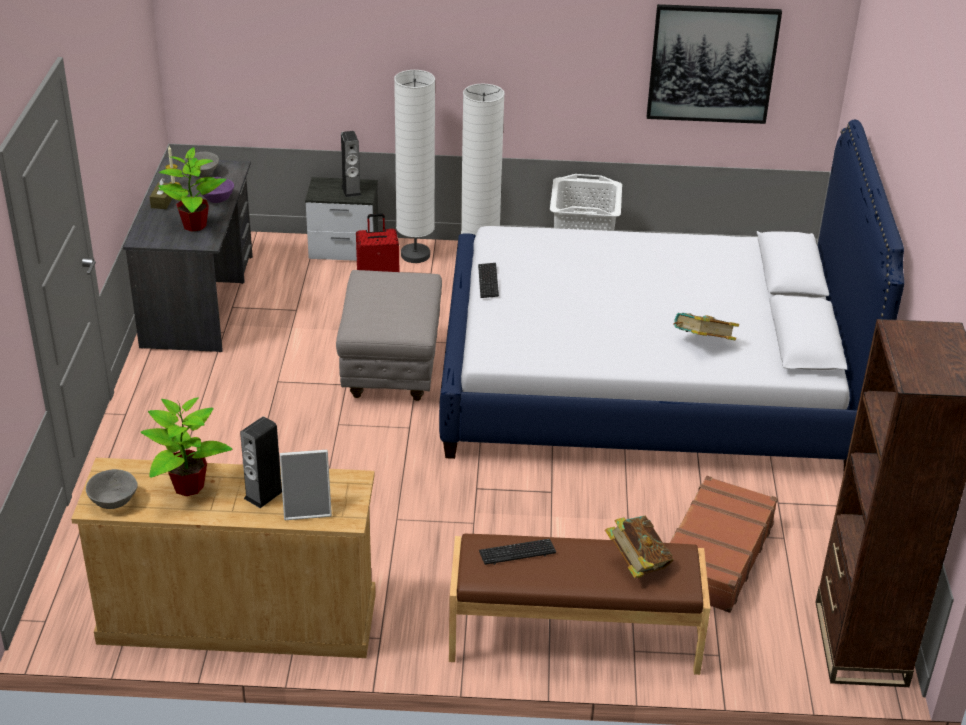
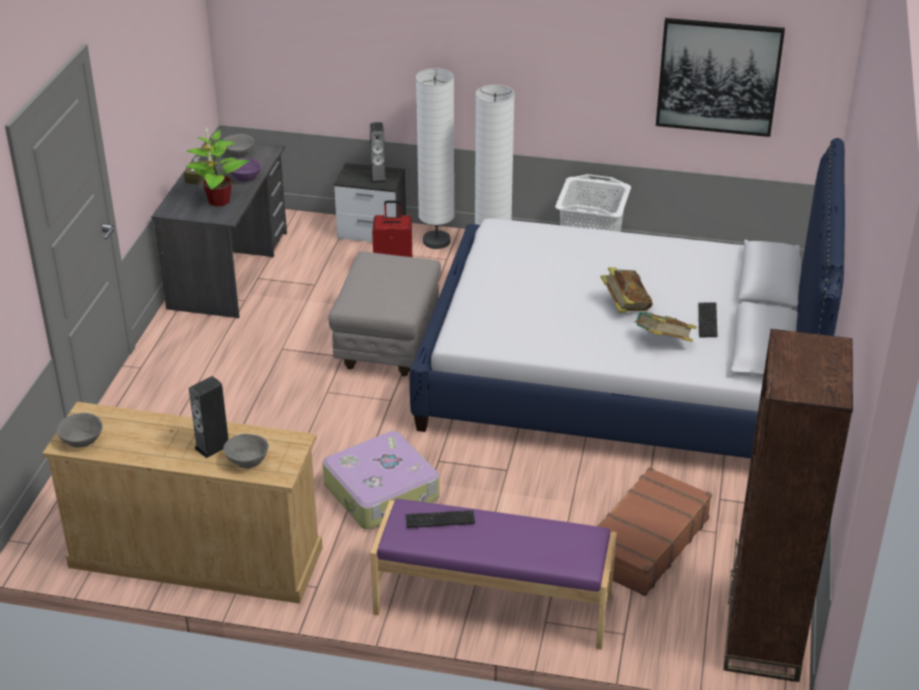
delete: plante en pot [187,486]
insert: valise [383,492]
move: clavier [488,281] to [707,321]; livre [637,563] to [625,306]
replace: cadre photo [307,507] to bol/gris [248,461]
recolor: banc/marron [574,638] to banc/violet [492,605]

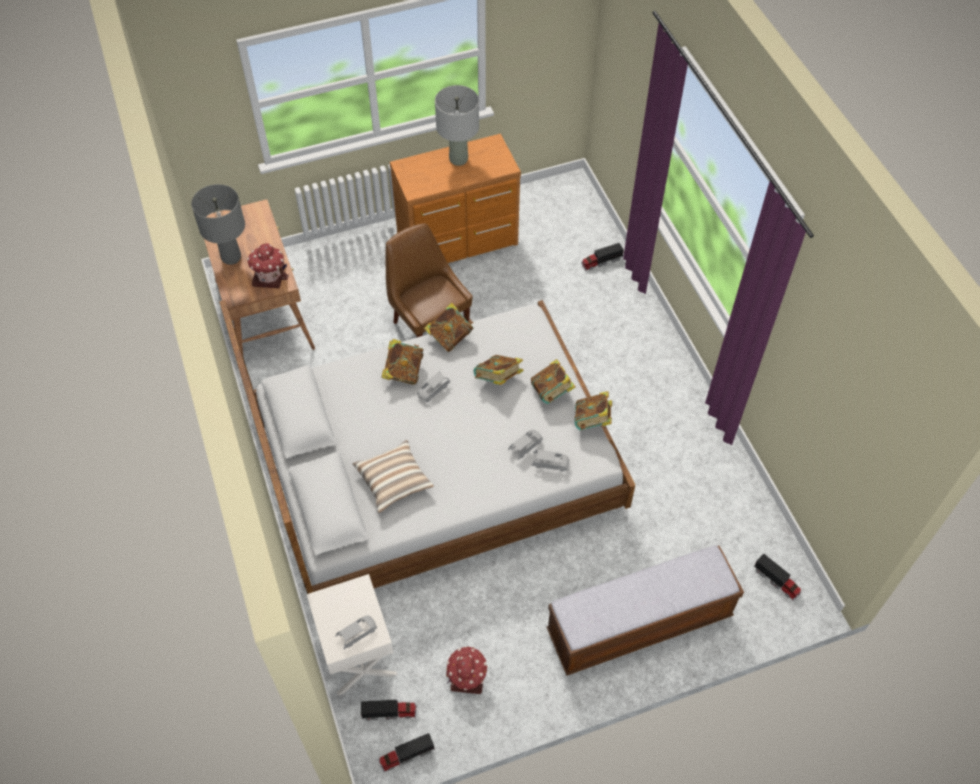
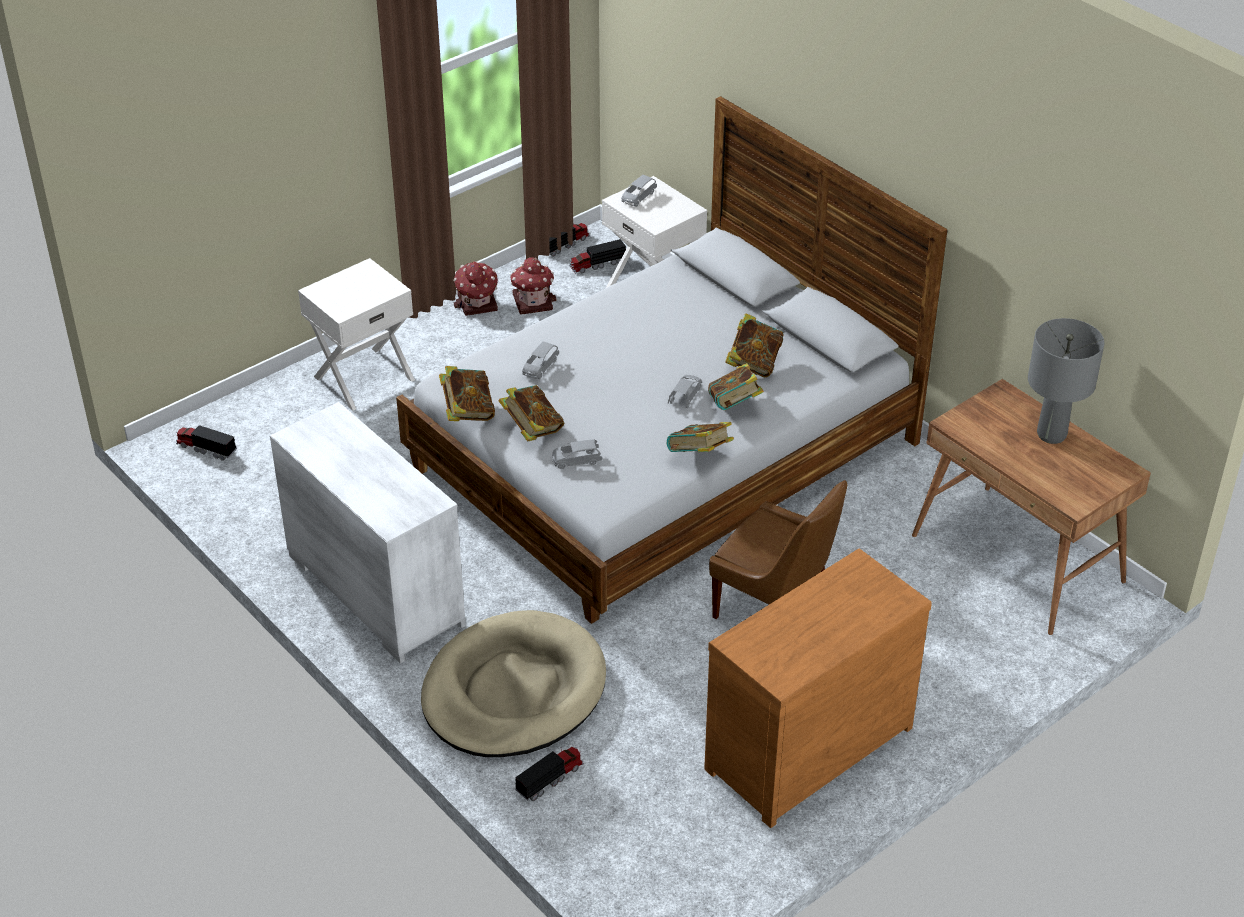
delete: lampe de table/gris [459,159]; coussin [394,481]
insert: commode/blanc [374,590]; panier pour chien/beige [513,691]
move: maison miniature [269,275] to [477,304]; livre [498,379] to [753,364]; petite voiture/gris [550,463] to [576,460]
replace: banc [638,624] to table de chevet/blanc [363,377]

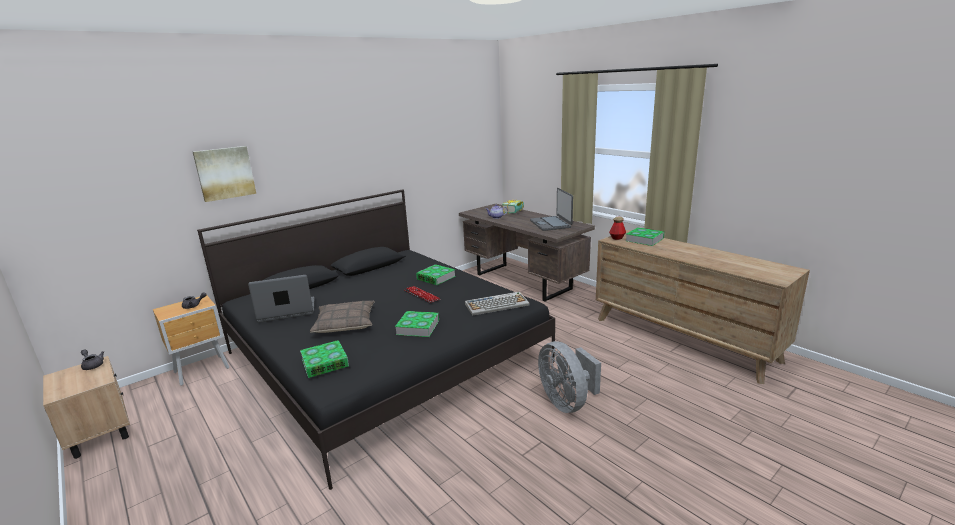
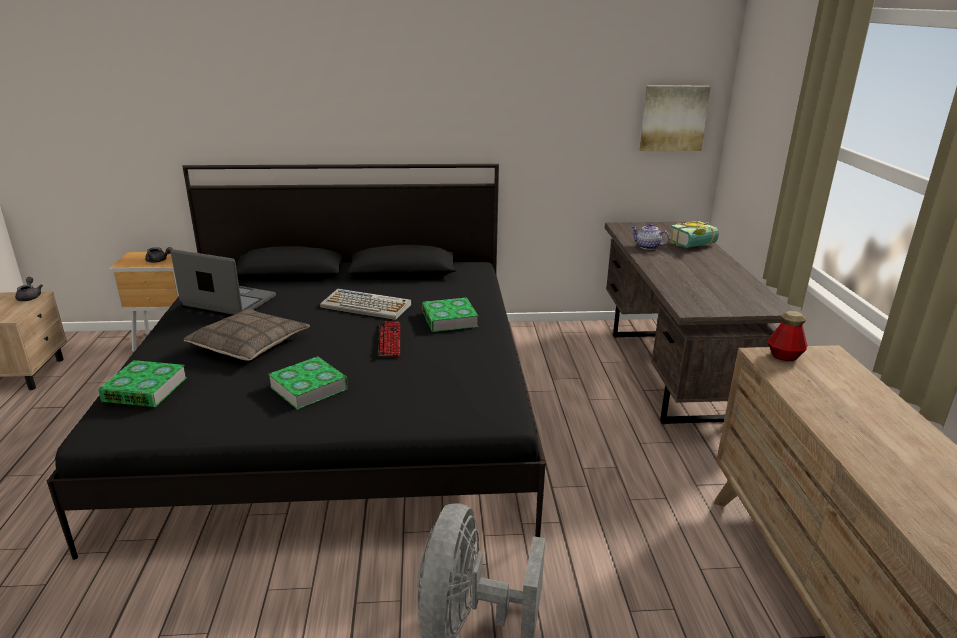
delete: ordinateur portable [551,224]; livre [644,239]
move: tableau [225,173] to [673,118]; clavier [497,304] to [367,306]

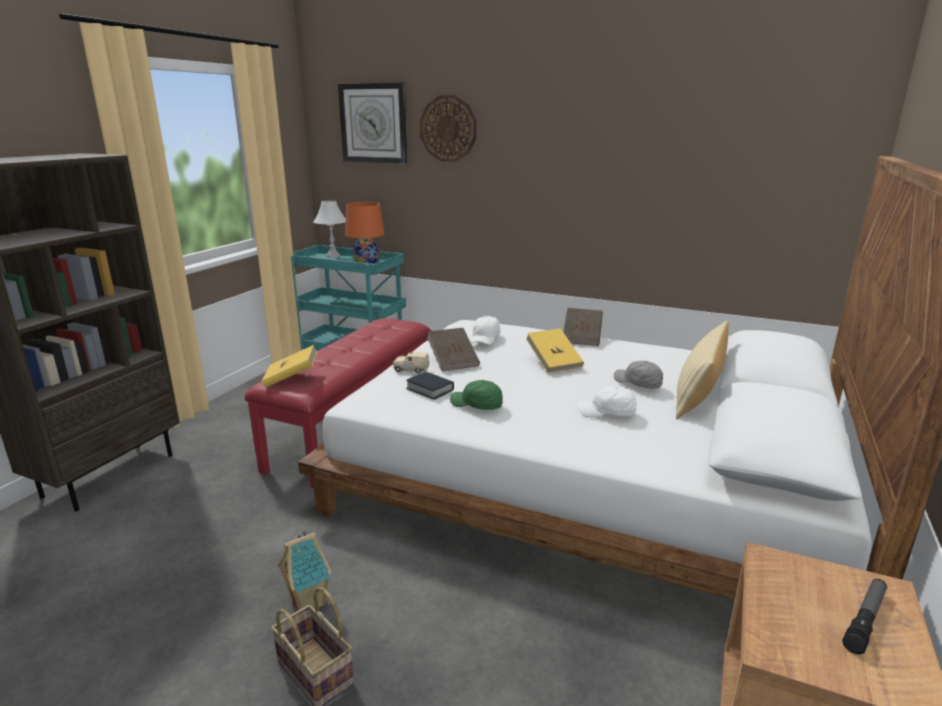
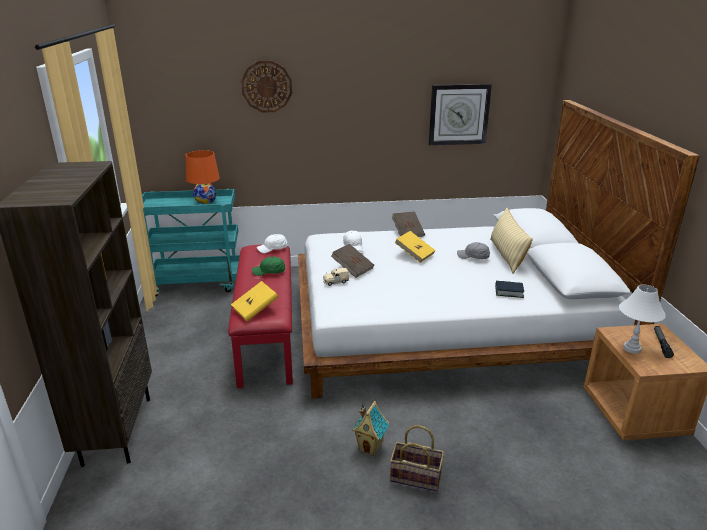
move: horloge murale [374,123] to [459,114]; lampe de table/blanc [333,256] to [632,348]; livre [430,389] to [509,292]; casquette/vert [477,405] to [269,272]; casquette/blanc [607,412] to [273,249]

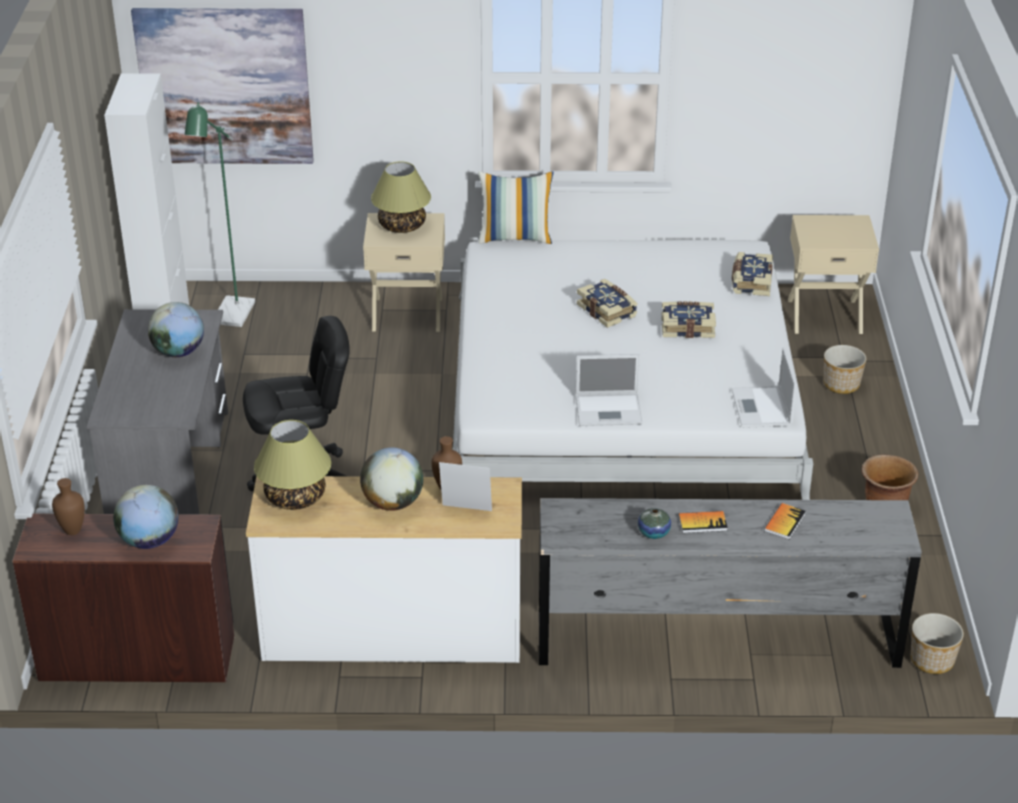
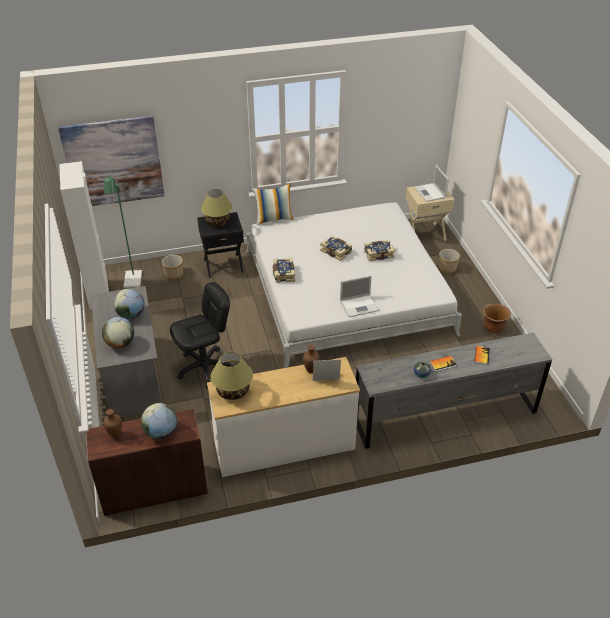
move: livre [751,282] to [283,274]; ordinateur portable [762,408] to [430,193]; globe [393,503] to [120,344]; cache-pot [931,660] to [173,274]
recolor: table de chevet/beige [407,313] to table de chevet/noir [223,265]

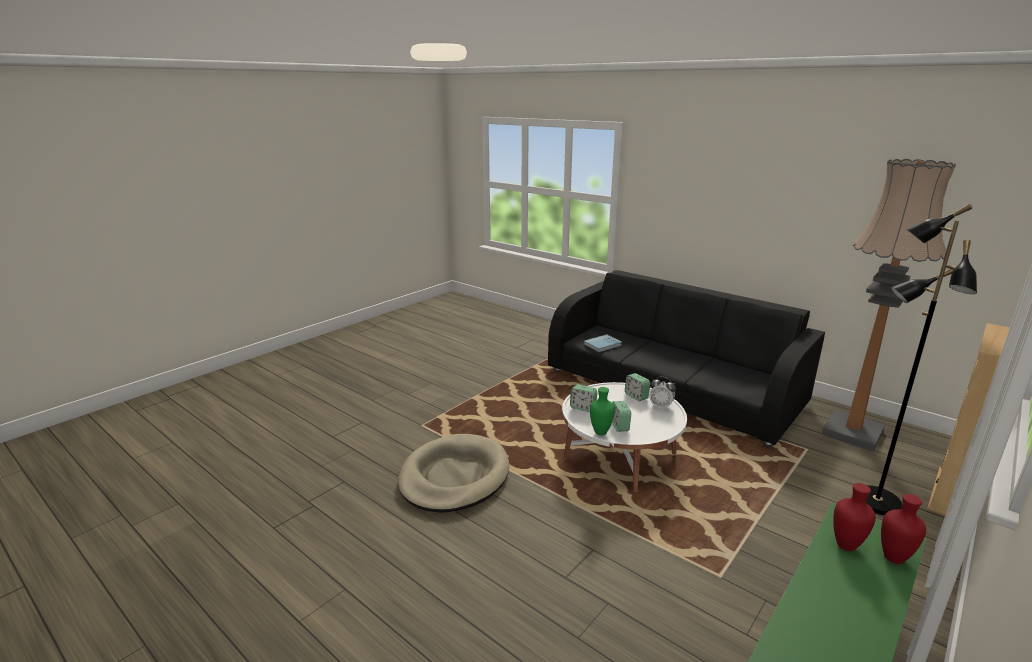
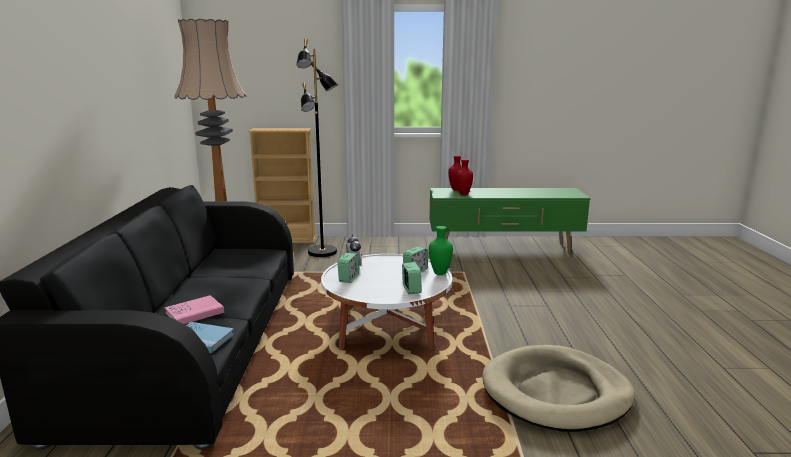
insert: livre/rose [195,312]

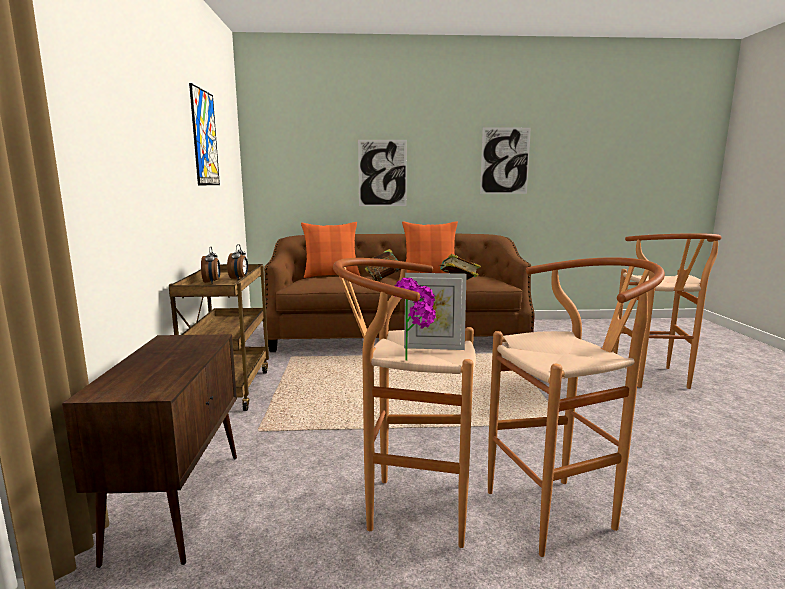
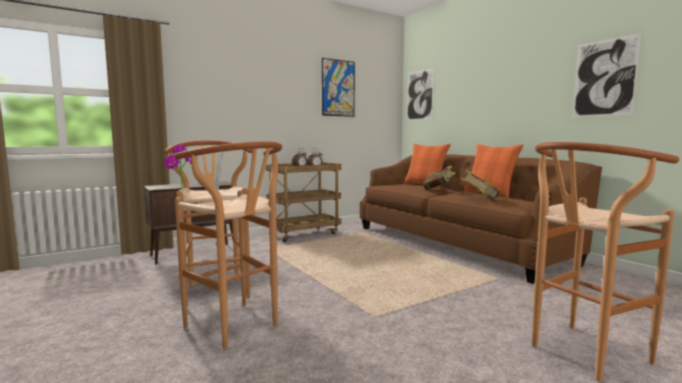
move: tableau [382,173] to [419,95]

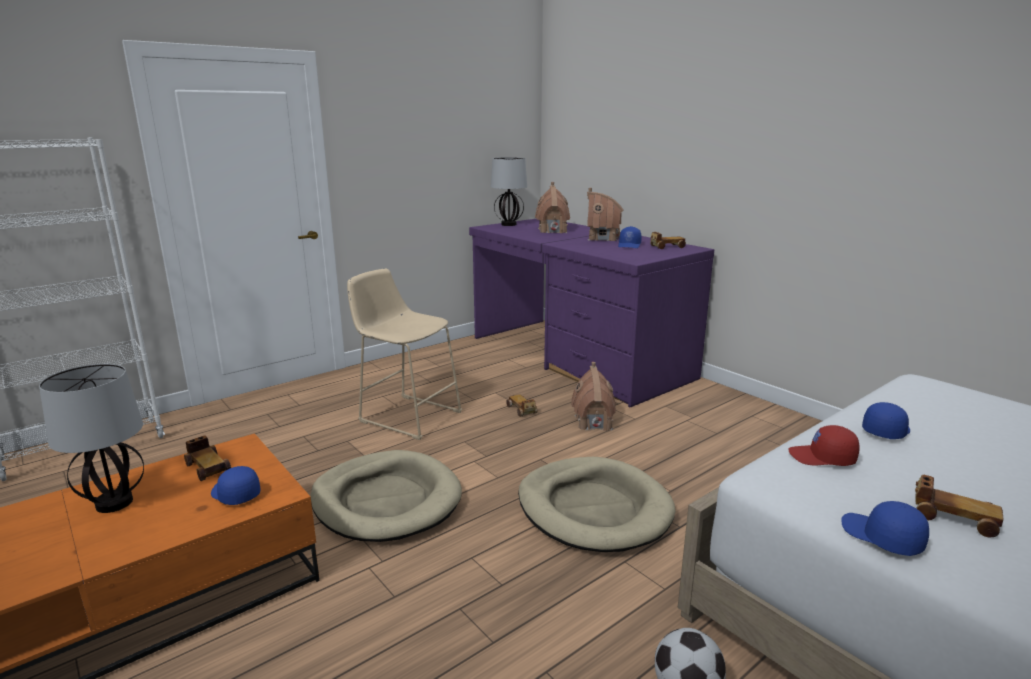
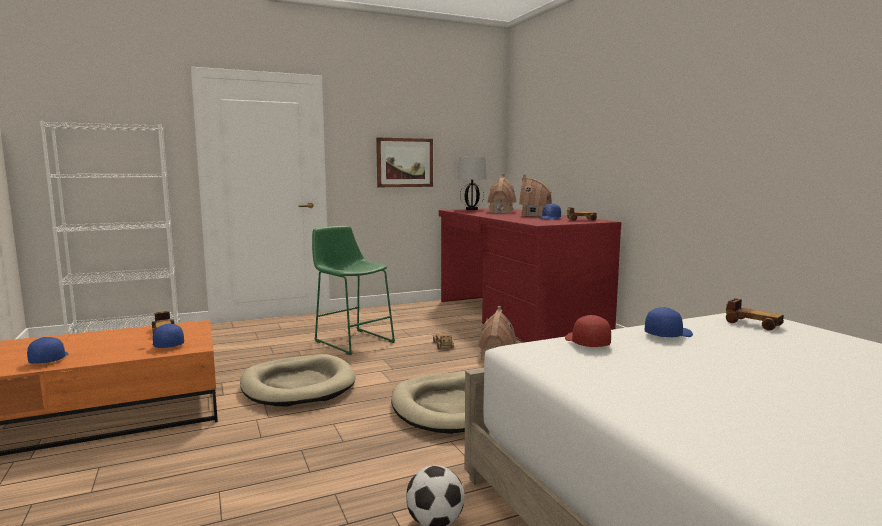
delete: lampe de table [115,503]
insert: tableau [404,162]
move: petite voiture [952,518] to [752,324]; casquette/bleu [881,537] to [48,359]
recolor: bureau/violet [576,357] to bureau/rouge [515,318]; tabouret/beige [407,415] to tabouret/vert [352,341]
rotate: casquette/rouge [822,458] = [586,342] 45 degrees clockwise

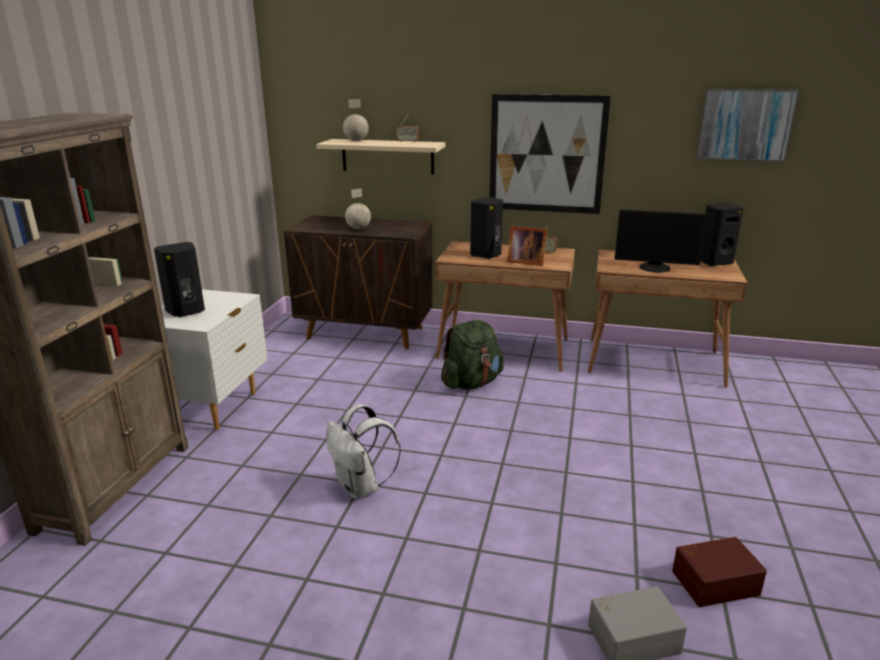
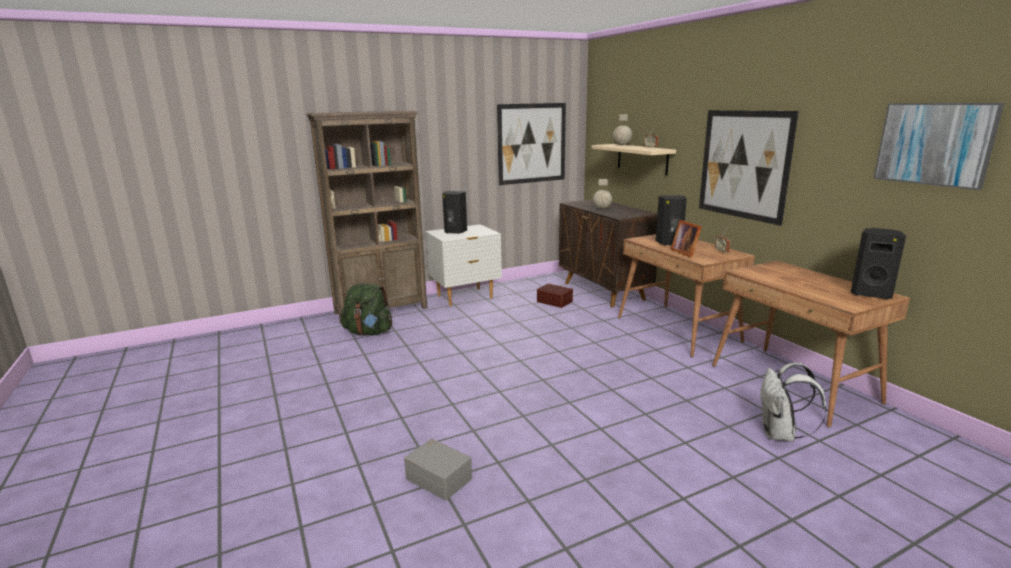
delete: écran d'ordinateur [655,268]
insert: tableau [532,143]
move: sac à dos/vert [471,383] to [369,332]; sac à dos/blanc [361,487] to [780,435]; boîte de rangement/marron [714,581] to [555,301]

